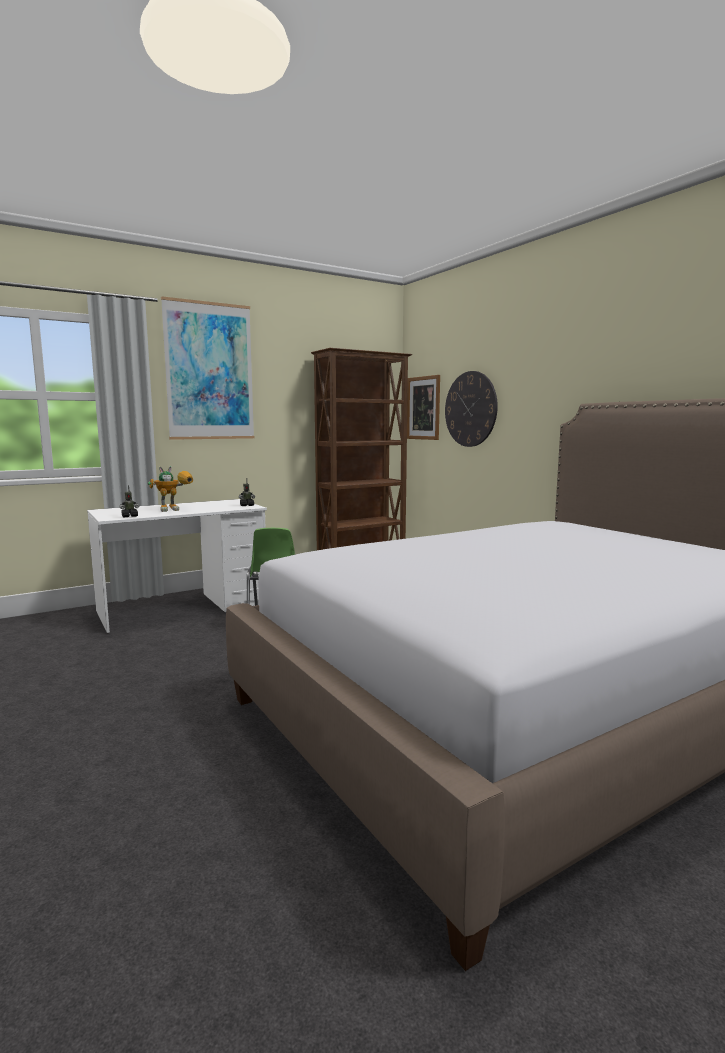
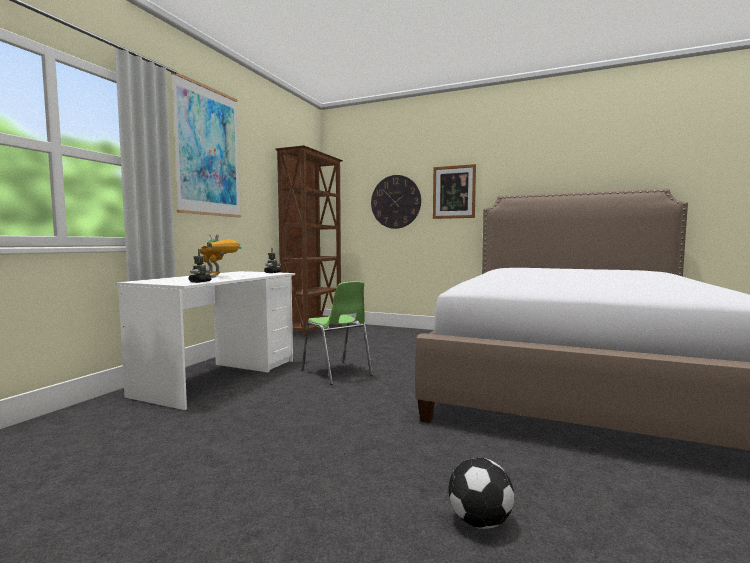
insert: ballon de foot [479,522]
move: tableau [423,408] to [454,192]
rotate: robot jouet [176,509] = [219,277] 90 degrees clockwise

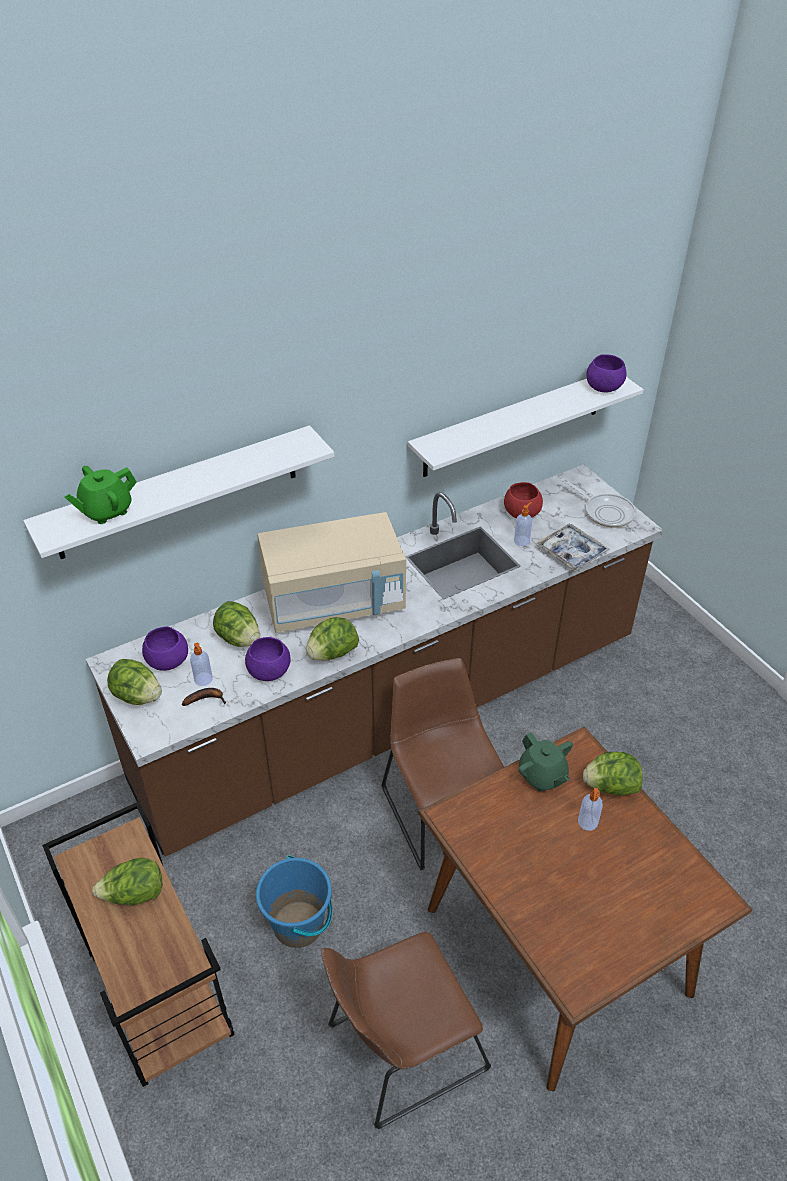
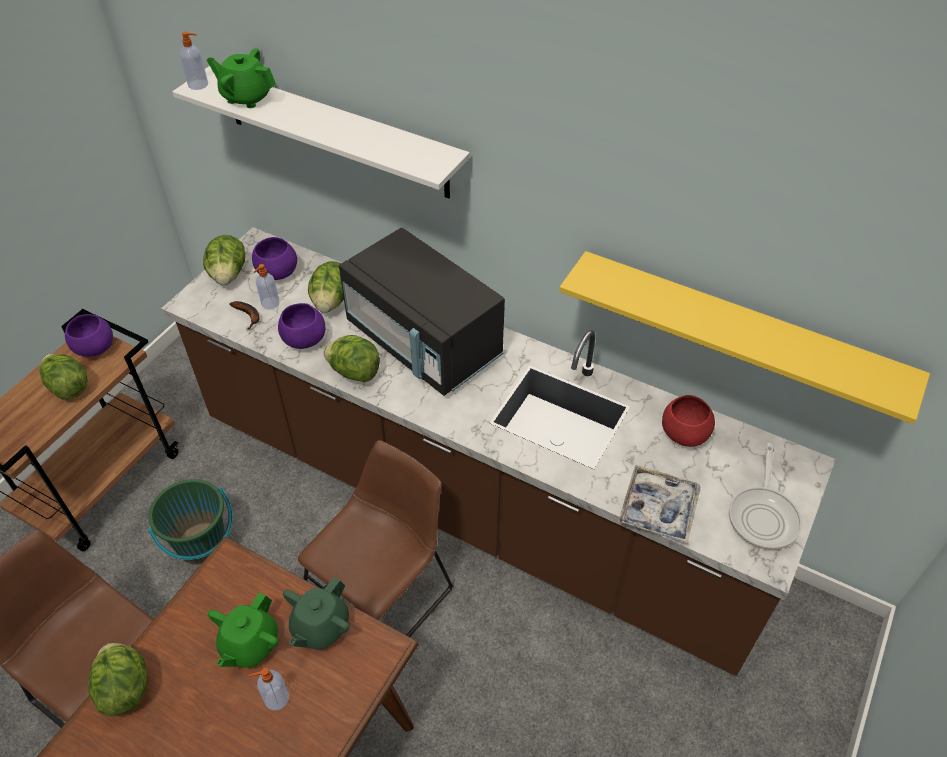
insert: théière/vert [250,644]
move: bol/violet [603,388] to [94,348]; distributeur de savon [522,540] to [199,85]; laitue [610,786] to [125,687]
recolor: étagère/blanc [513,423] to étagère/jaune [738,331]; micro-ondes/beige [334,602] to micro-ondes/noir [424,342]; seau/bleu [299,925] to seau/vert [202,544]

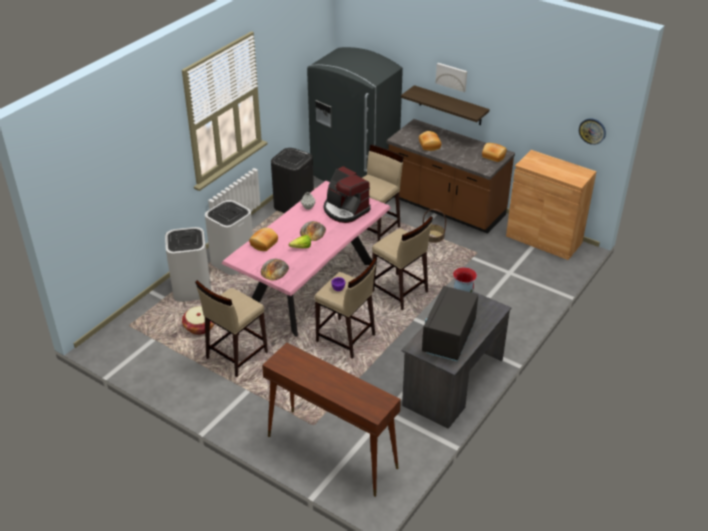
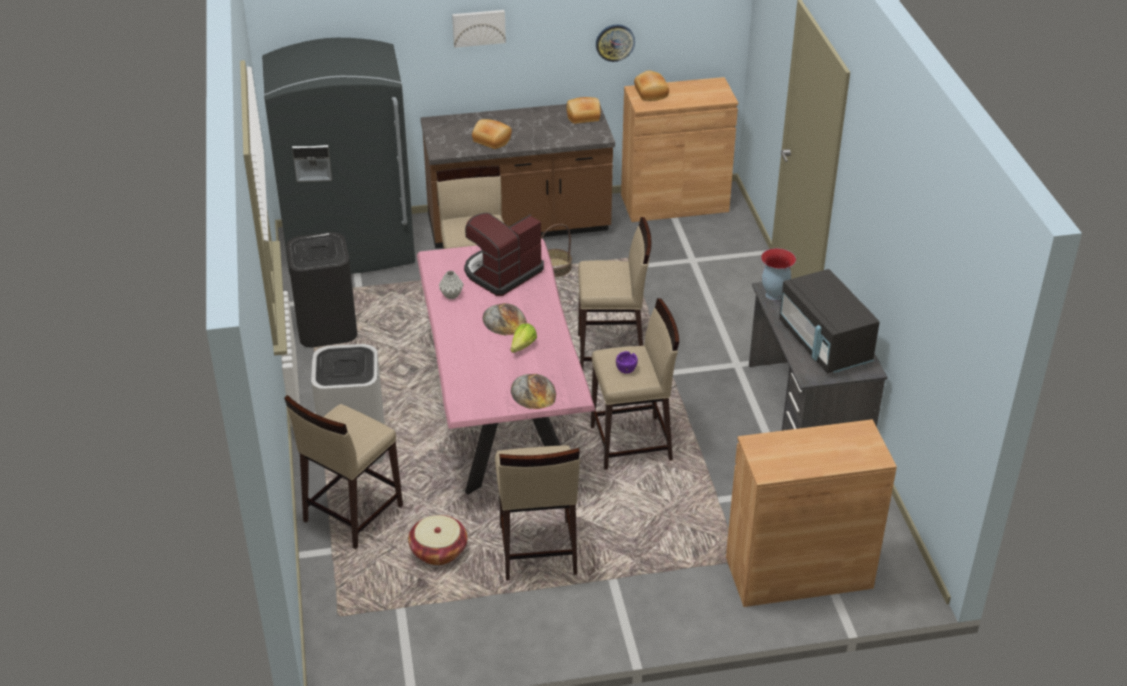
delete: étagère [450,105]
move: horloge murale [592,131] to [615,42]; pain [263,243] to [650,93]
replace: poubelle/blanc [191,288] to tabouret/beige [352,513]; table console/marron [331,451] to meuble de rangement/marron [798,573]
rotate: machine à café [345,210] = [502,273] 135 degrees clockwise

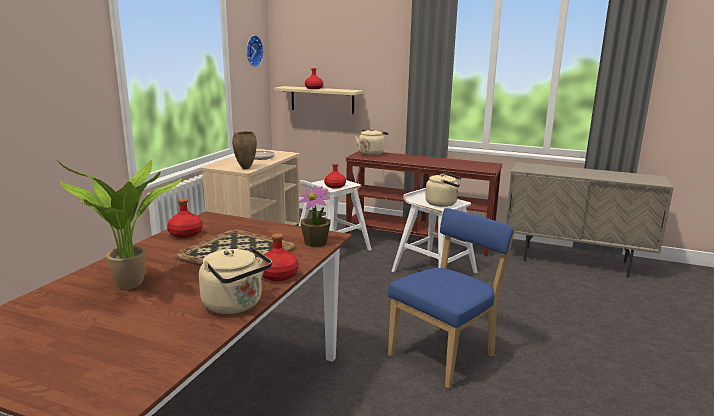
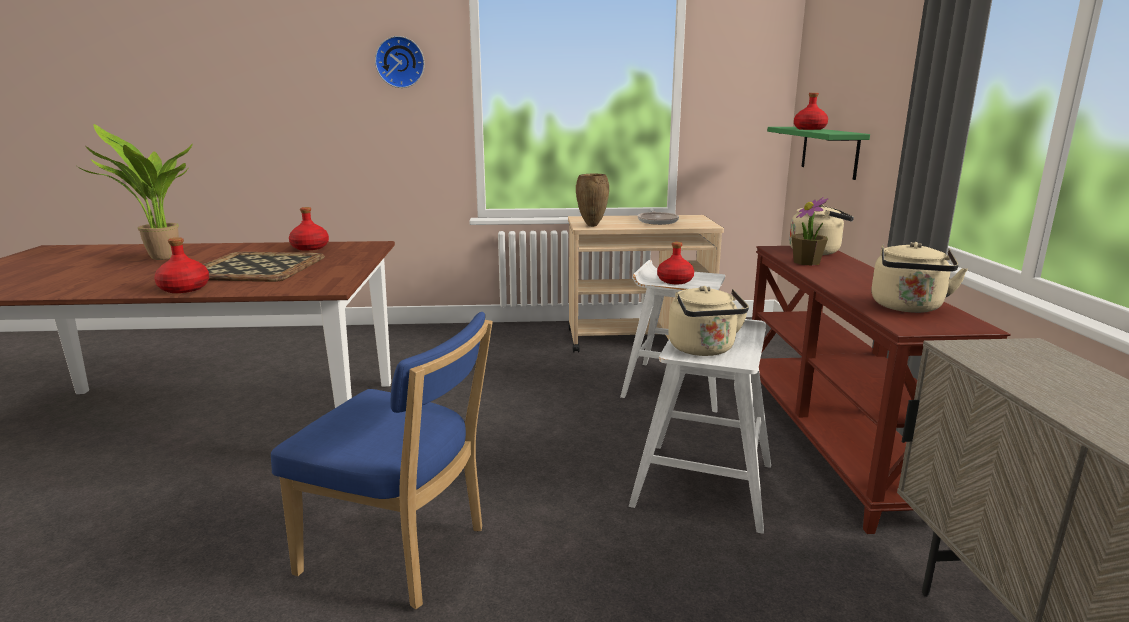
move: horloge murale [252,51] to [400,62]; plante en pot [316,242] to [806,262]; bouilloire/beige [235,305] to [907,308]
recolor: étagère/beige [322,100] to étagère/vert [829,151]

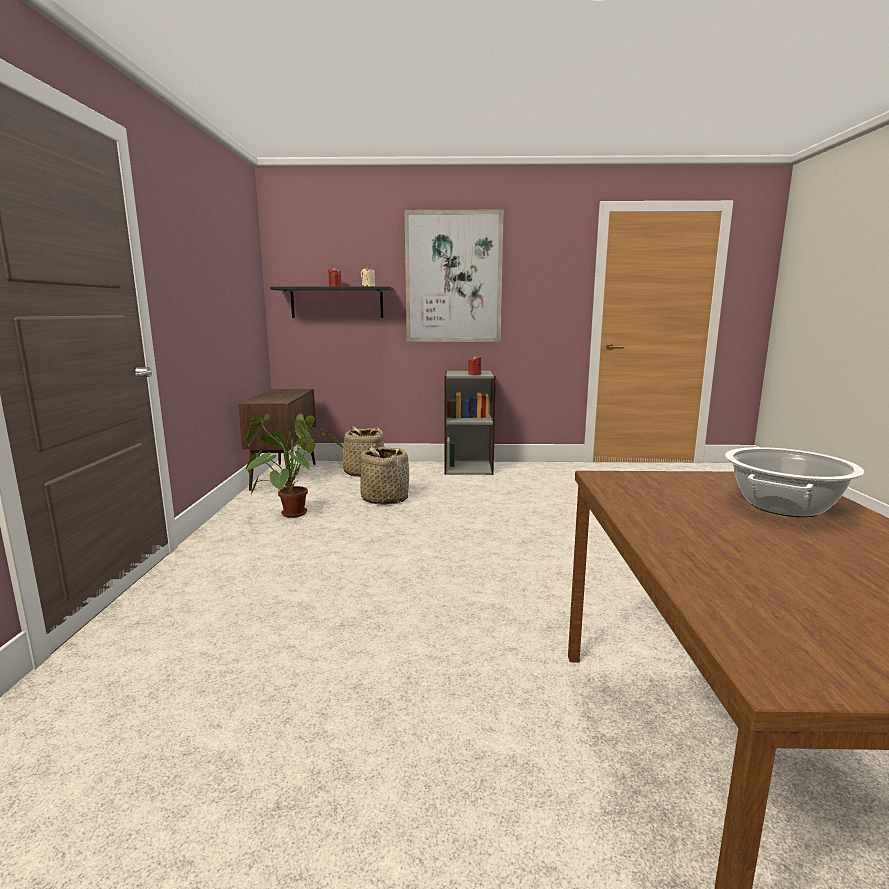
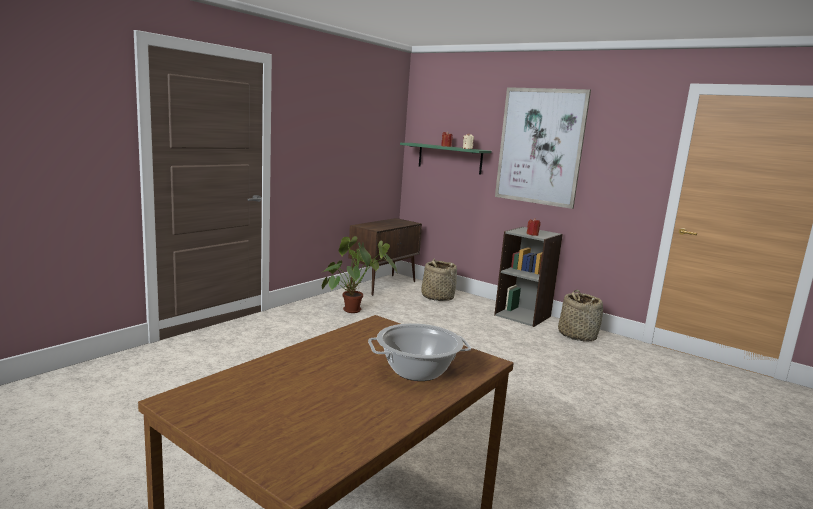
move: panier [384,498] to [577,335]
recolor: étagère/noir [337,302] to étagère/vert [449,158]

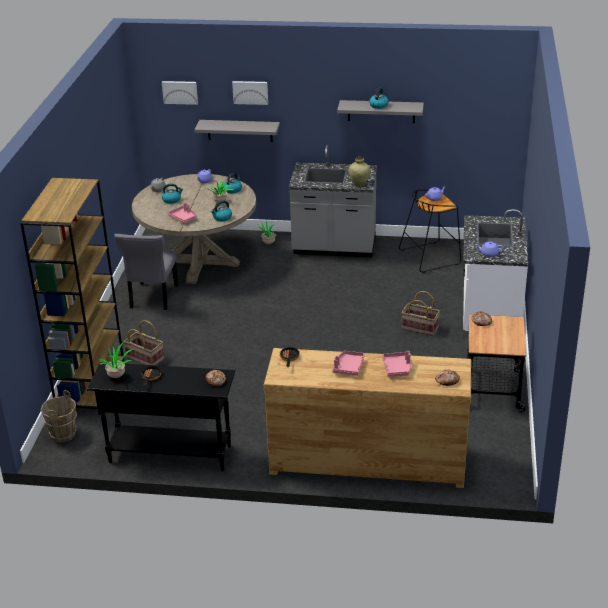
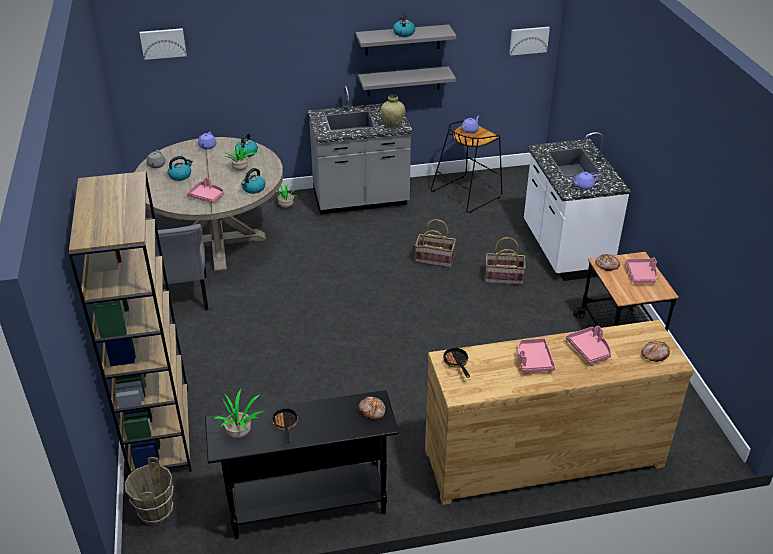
insert: plateau/rose [641,275]
move: tableau [250,92] to [528,40]; étagère/gris [240,130] to [403,81]; panier [145,358] to [435,259]

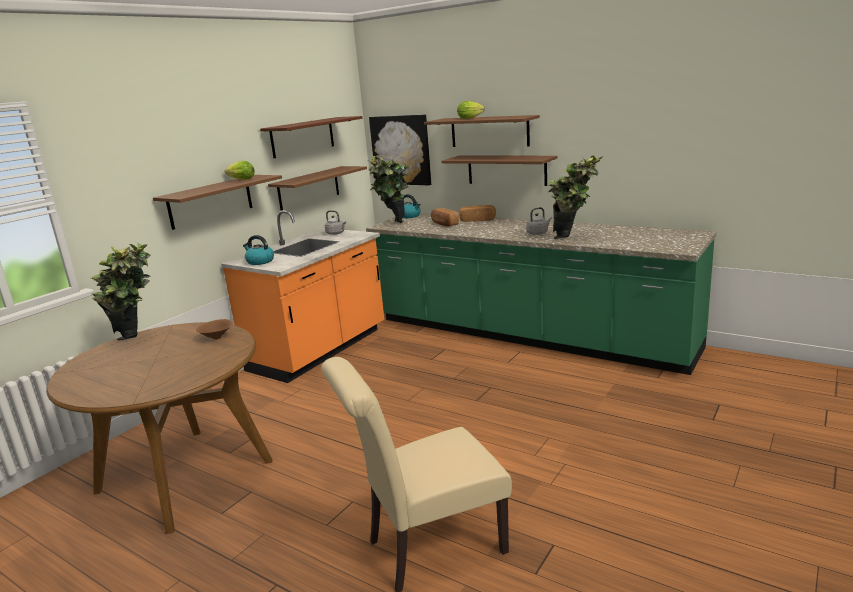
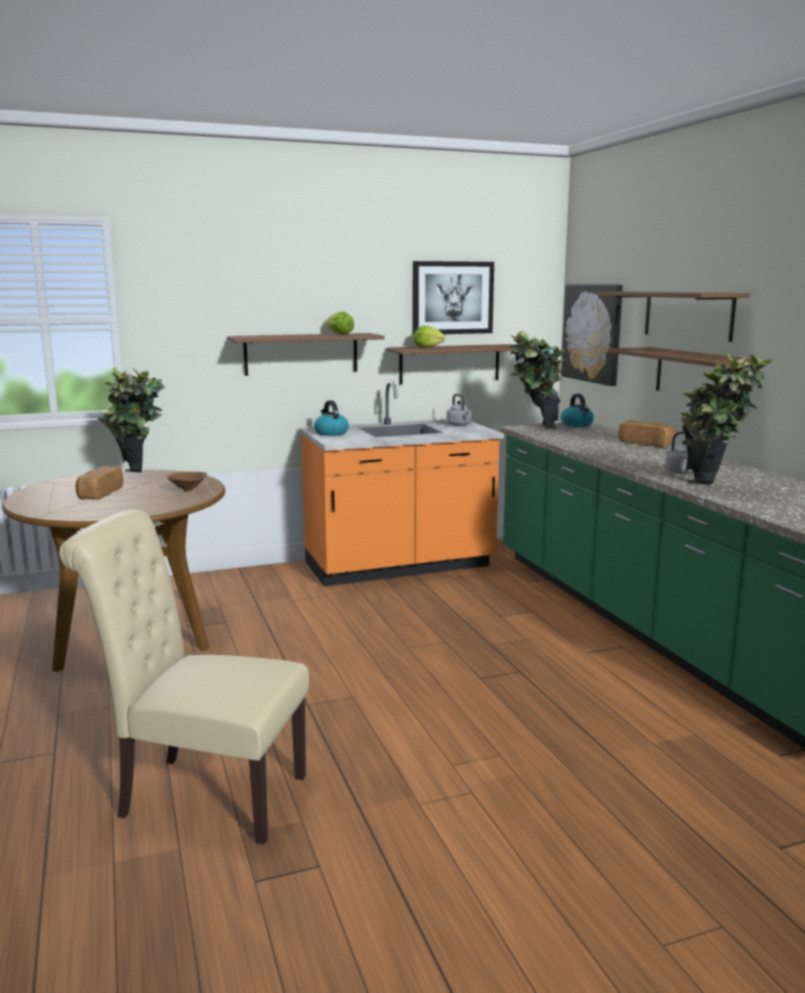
move: laitue [471,118] to [430,348]; pain [444,224] to [99,494]
replace: étagère/marron [302,137] to tableau [452,298]

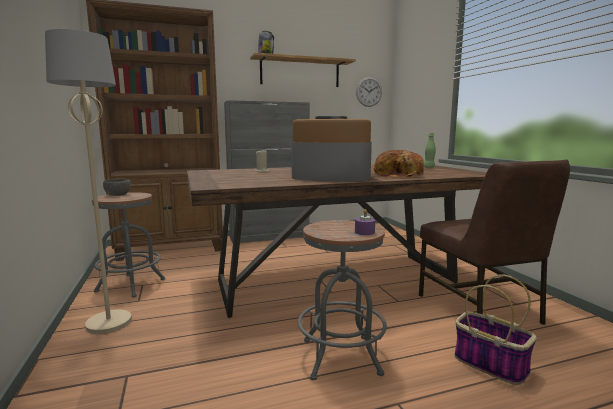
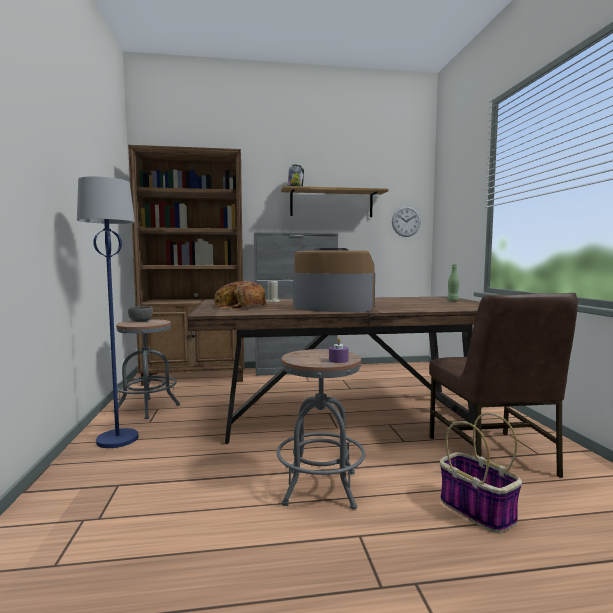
move: pain [399,175] to [240,307]
recolor: lampadaire/beige [109,322] to lampadaire/bleu [118,439]

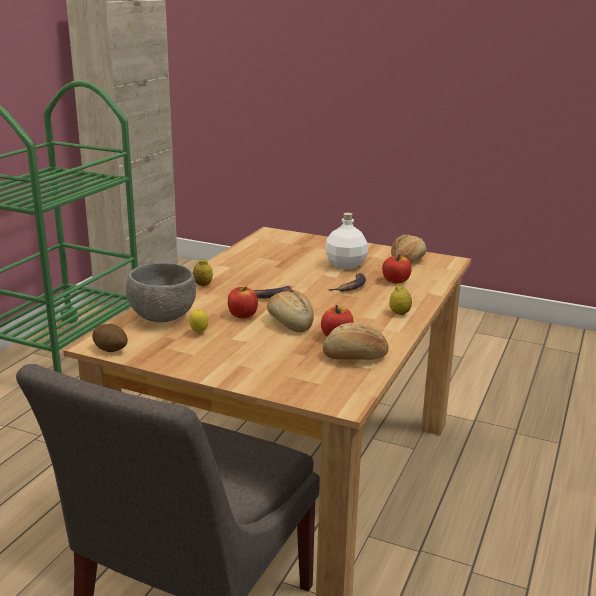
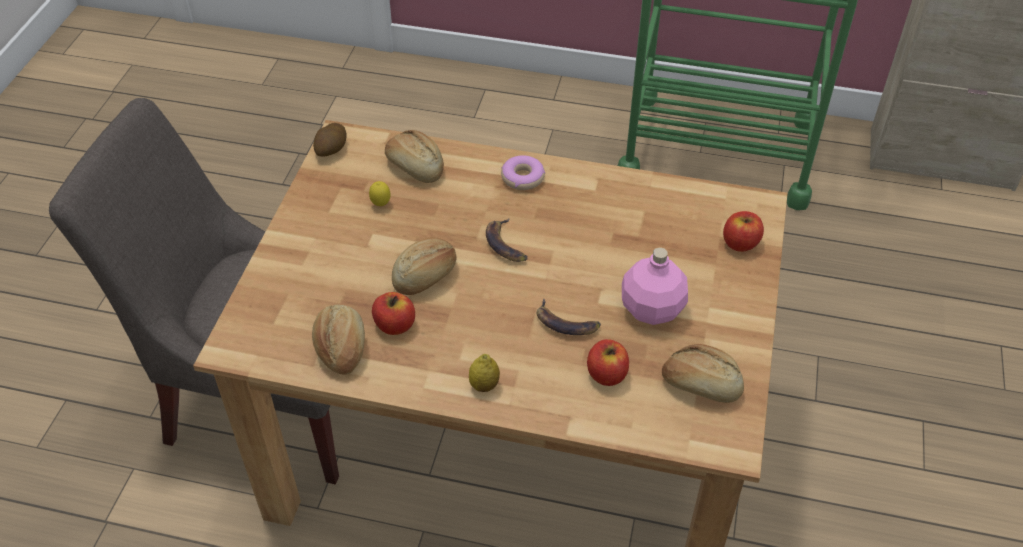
move: pomme [242,315] to [740,243]
replace: citron [203,284] to beignet [523,178]; bol/gris [162,317] to pain [415,167]
recolor: bouteille/blanc [346,265] to bouteille/rose [652,310]

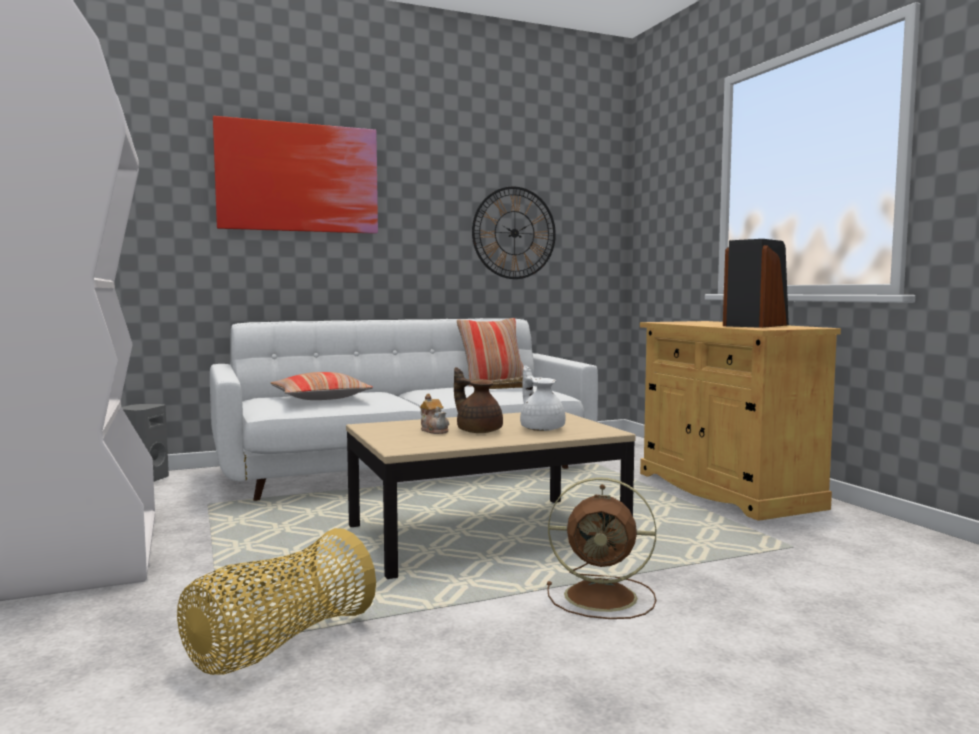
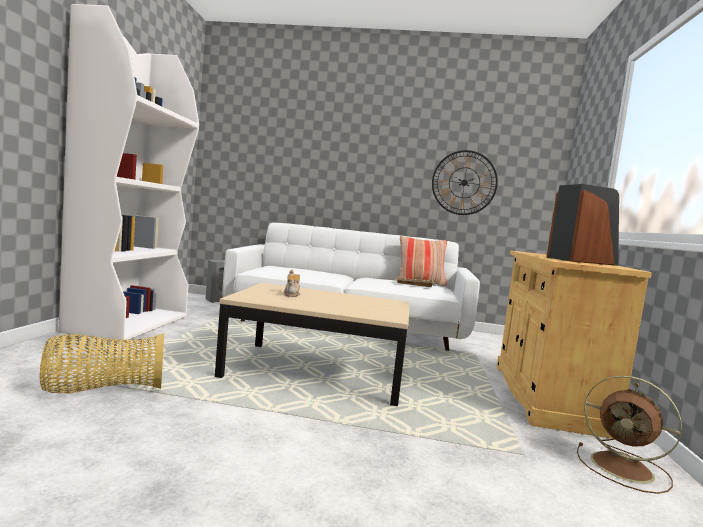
delete: tableau [298,178]; théière/blanc [541,429]; théière/marron [478,431]; coussin [320,398]
move: ventilateur/marron [604,597] to [624,468]

